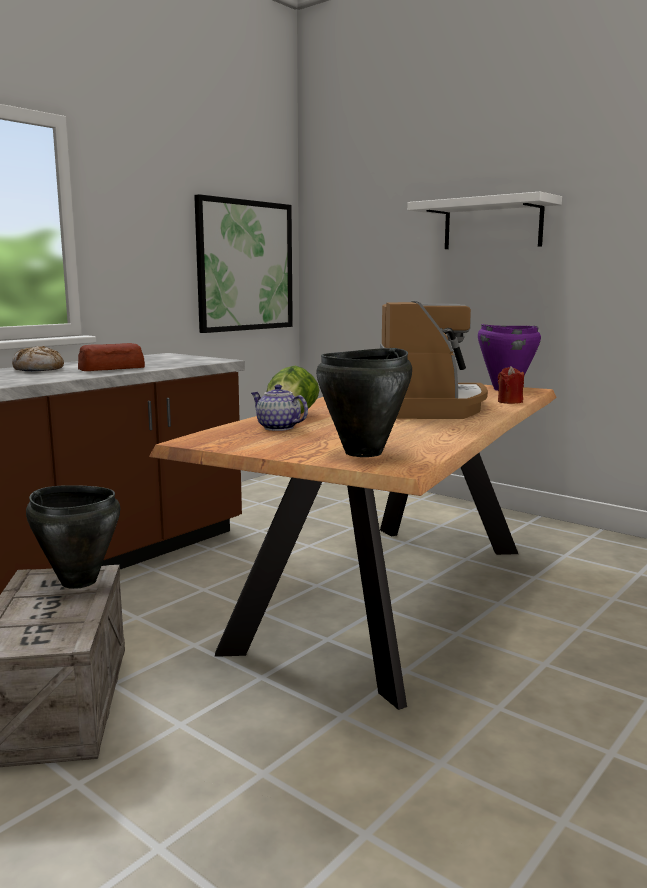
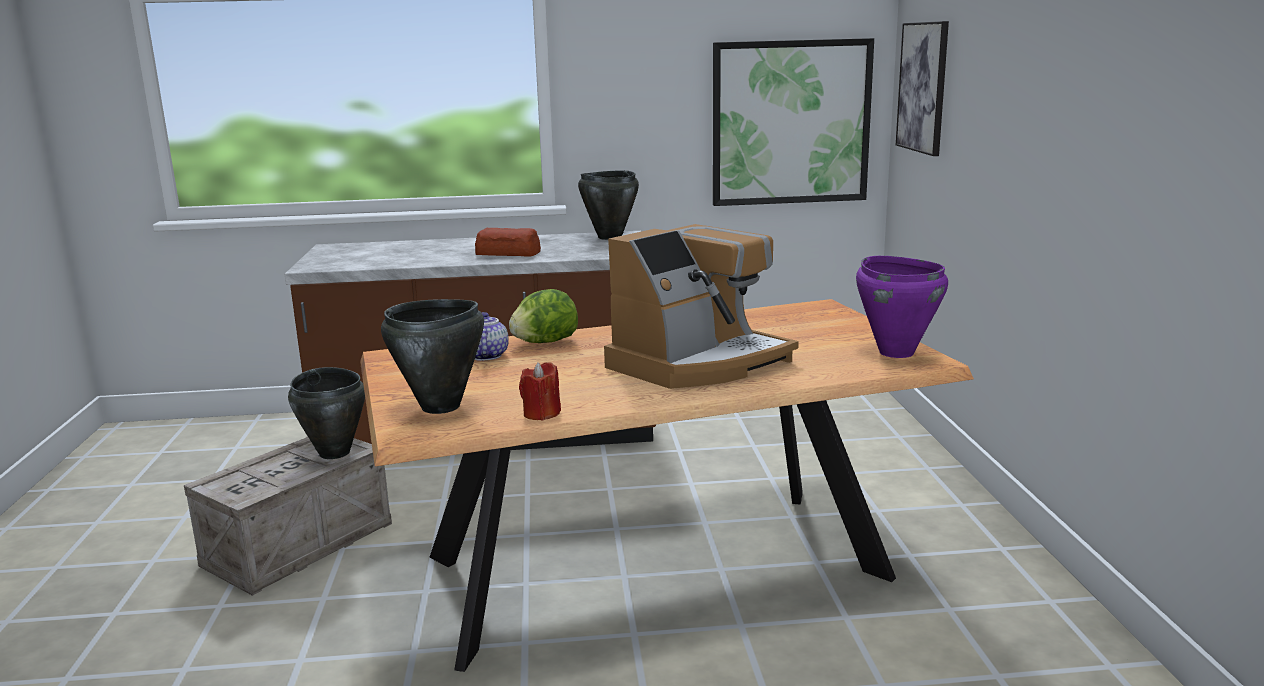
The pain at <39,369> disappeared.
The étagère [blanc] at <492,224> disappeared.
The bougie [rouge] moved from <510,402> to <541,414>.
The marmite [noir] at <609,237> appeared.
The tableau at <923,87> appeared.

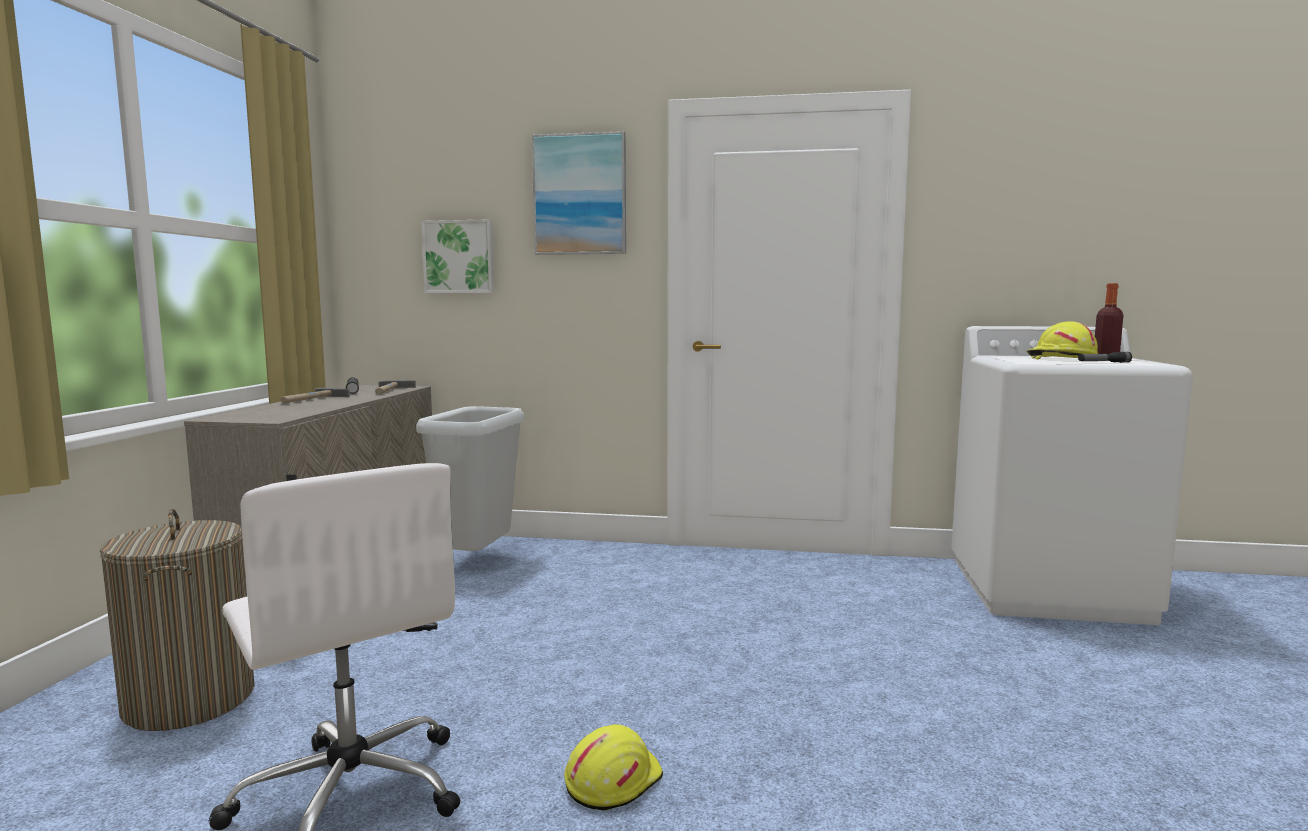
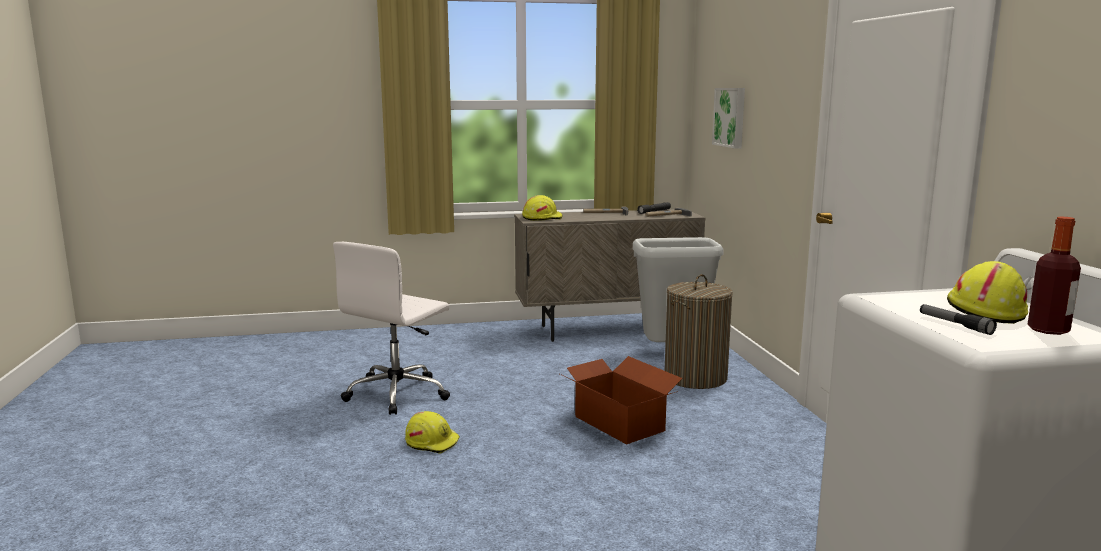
The panier à linge moved from <190,700> to <695,377>.
The tableau at <580,195> disappeared.
The casque de chantier [jaune] at <542,218> appeared.
The carton at <619,423> appeared.

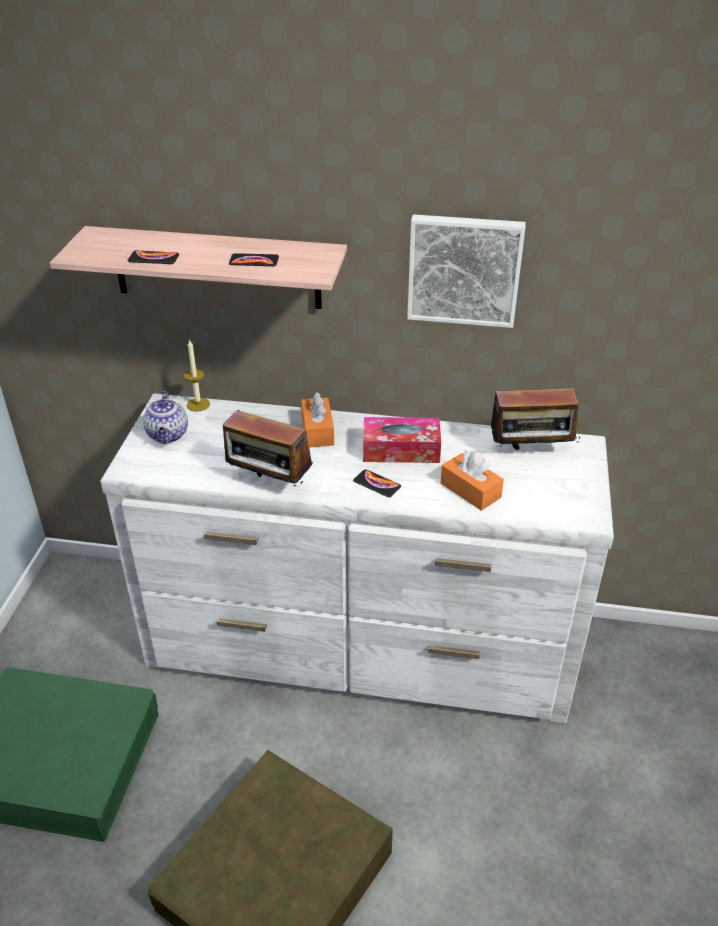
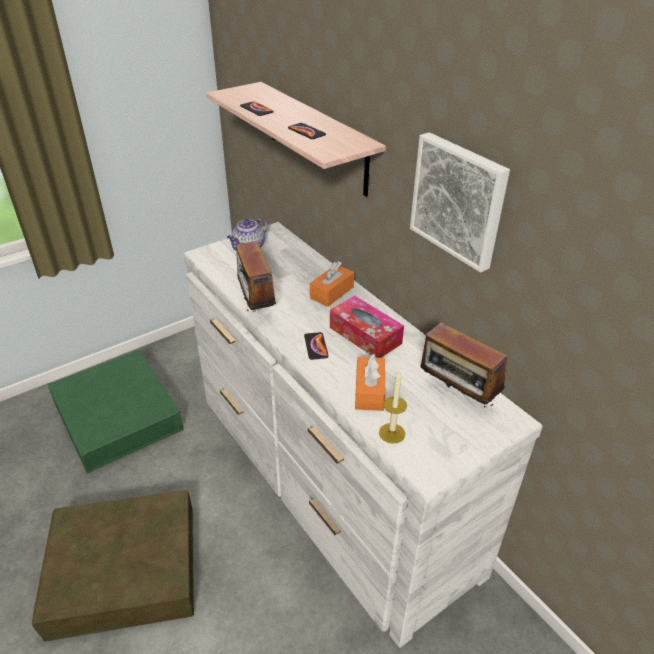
The bougie moved from <198,404> to <392,433>.

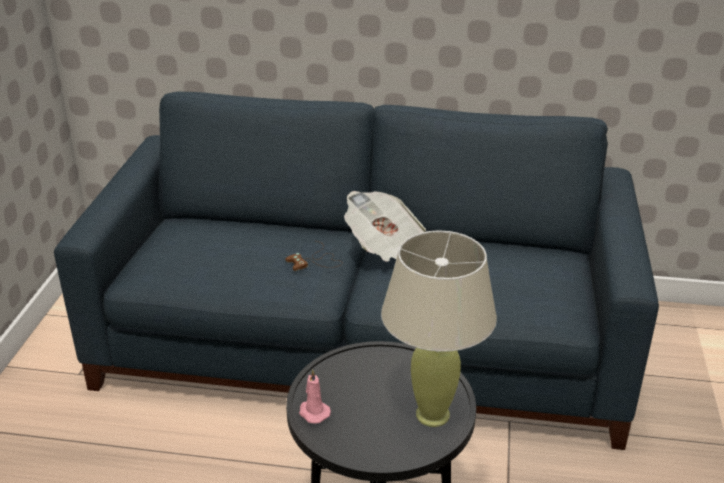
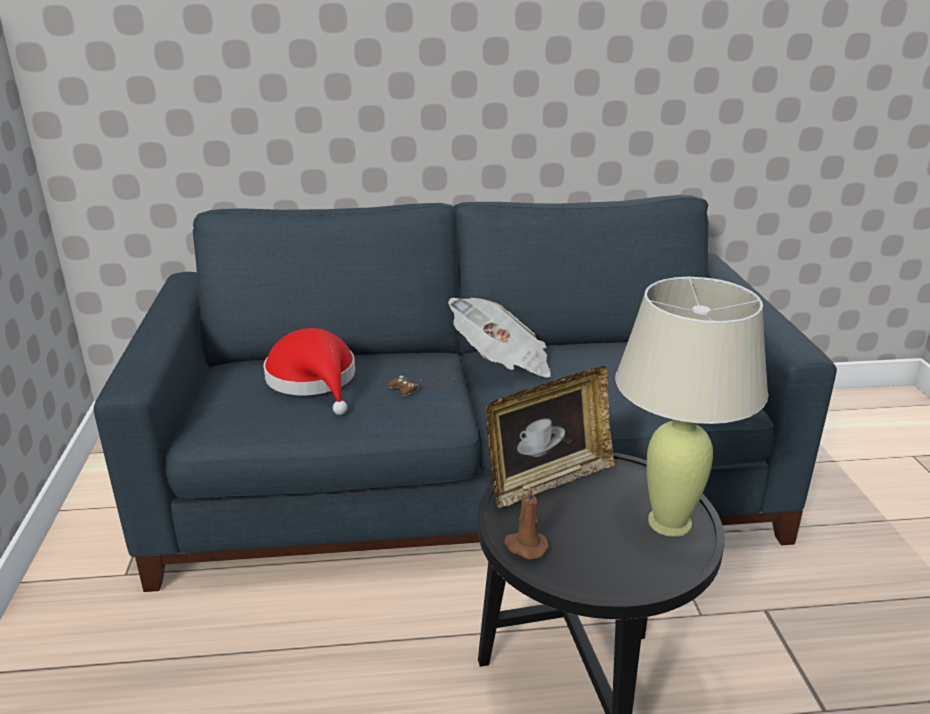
The bougie [rose] at <313,412> became the bougie [marron] at <525,546>.
The chapeau [rouge] at <314,380> appeared.
The cadre photo at <547,480> appeared.

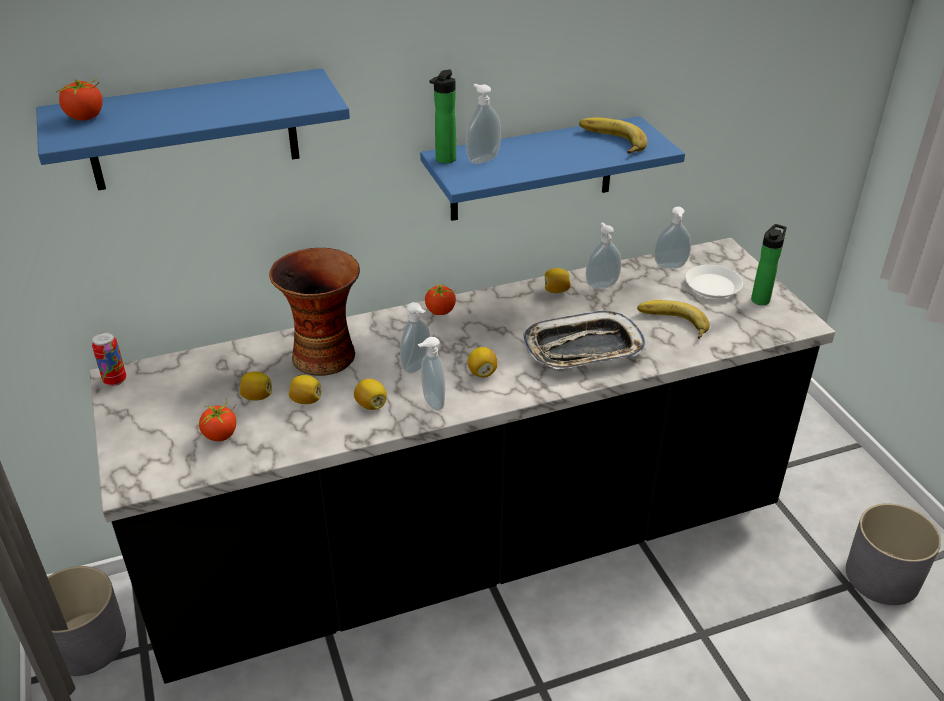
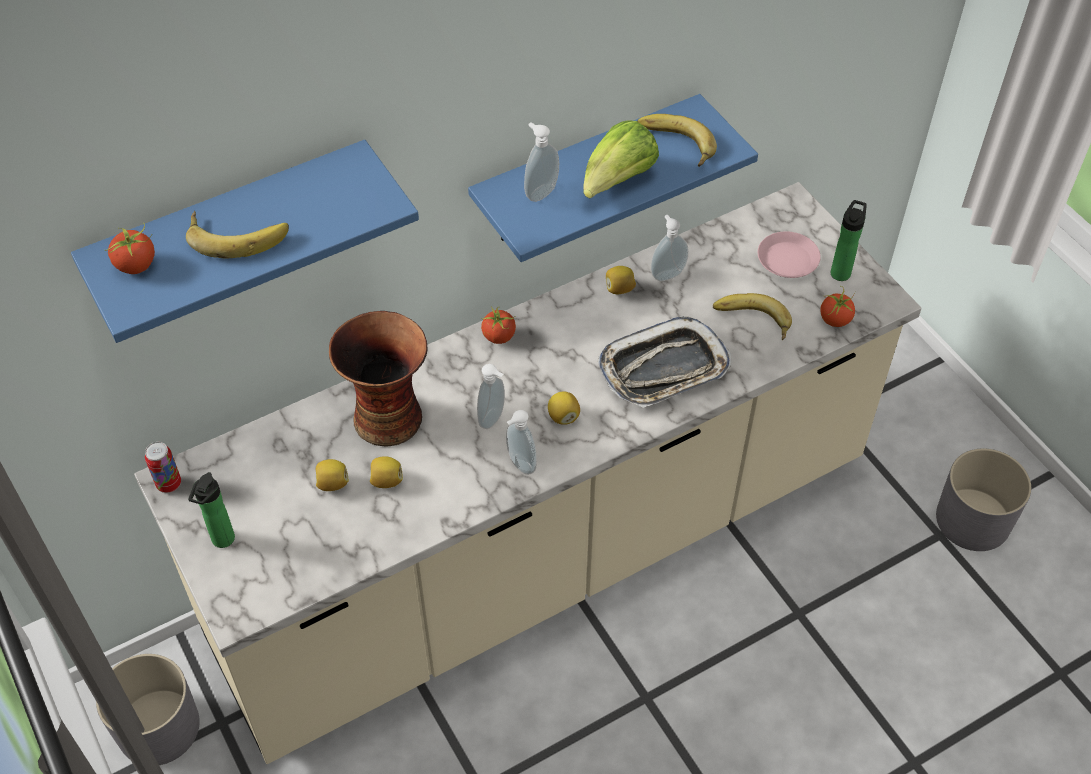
The comptoir de cuisine [noir] at <472,551> became the comptoir de cuisine [beige] at <545,555>.
The tomate moved from <220,435> to <835,319>.
The citron at <371,405> disappeared.
The bouteille moved from <444,160> to <221,541>.
The distributeur de savon at <670,267> disappeared.
The assiette [blanc] at <713,286> became the assiette [rose] at <787,259>.
The banane at <238,234> appeared.
The laitue at <617,181> appeared.

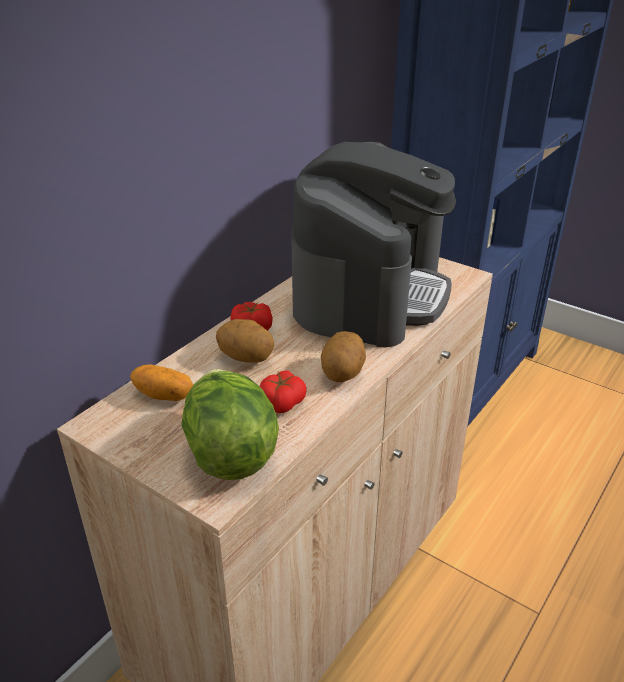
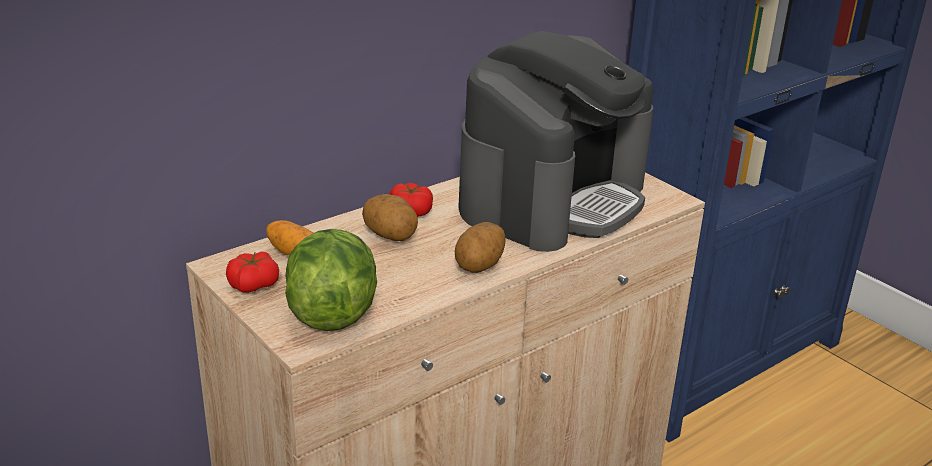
The tomate moved from <281,402> to <253,284>.

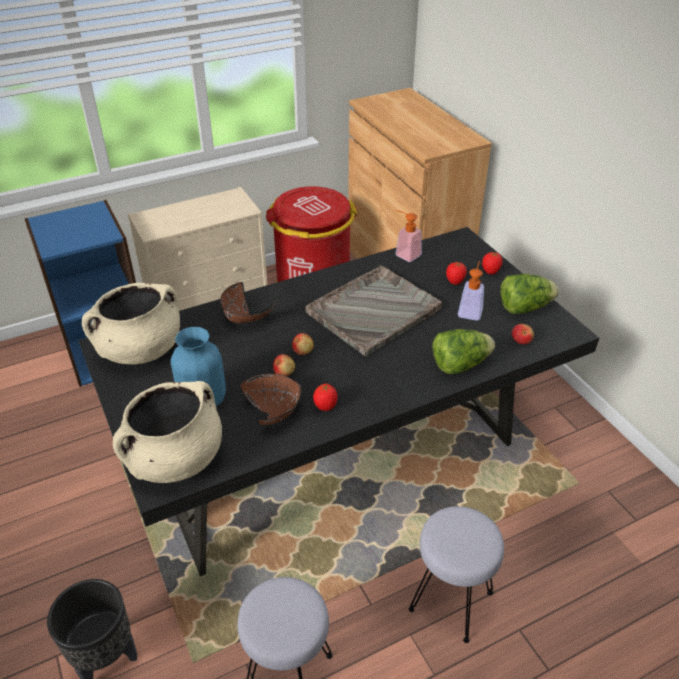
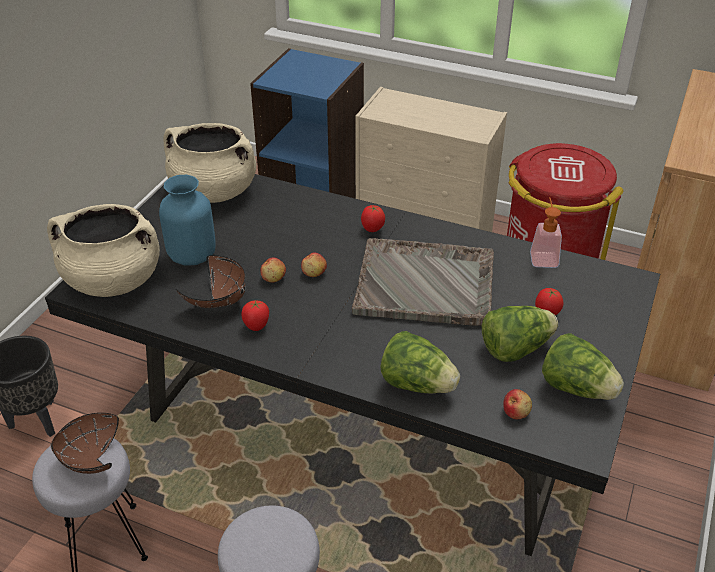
The bol [marron] moved from <246,319> to <89,460>.
The distributeur de savon at <470,310> was replaced by the laitue at <515,348>.
The tomate moved from <490,272> to <372,229>.

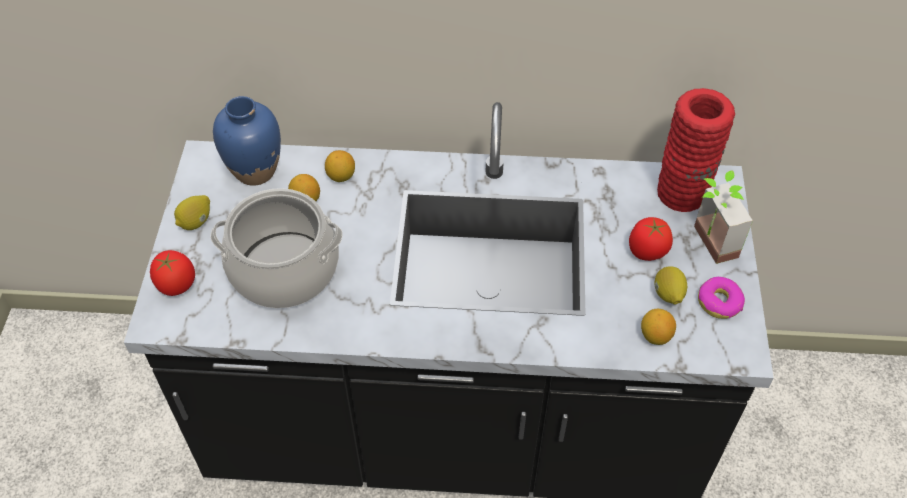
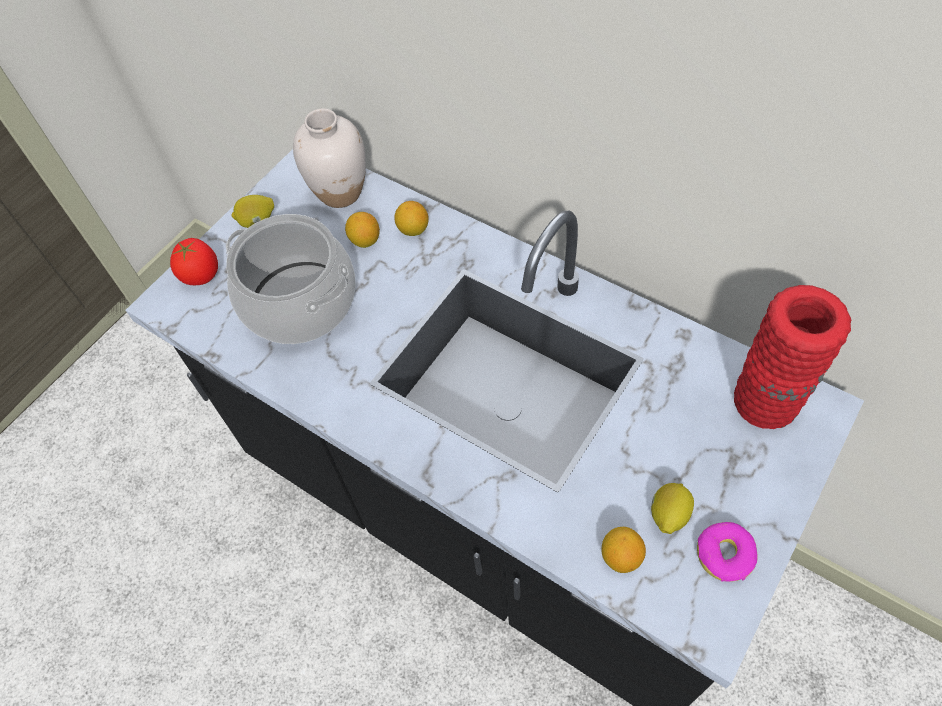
The vase [bleu] at <255,171> became the vase [blanc] at <340,192>.
The tomate at <647,251> disappeared.
The plante en pot at <706,244> disappeared.

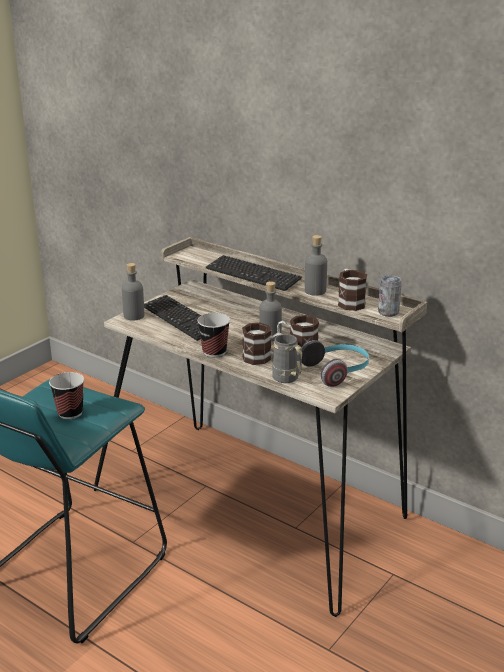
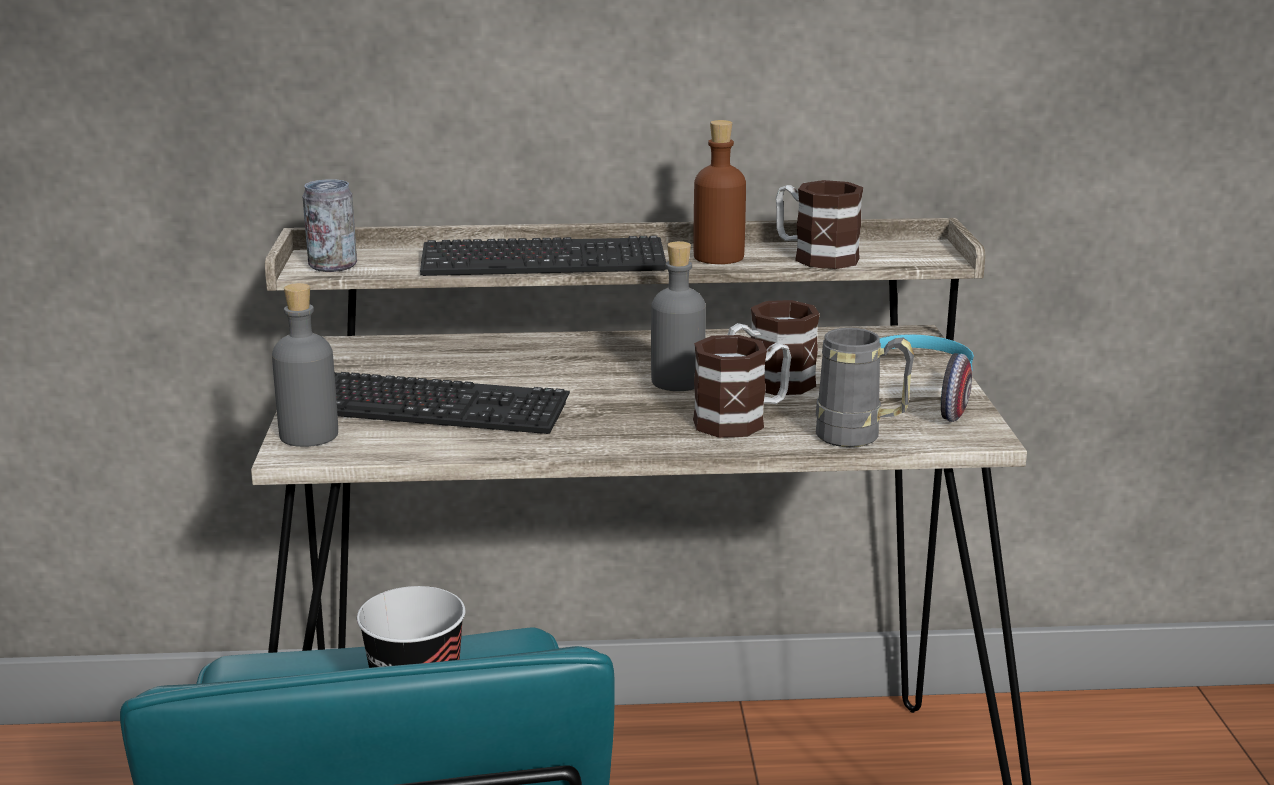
The tasse at <214,352> disappeared.
The bouteille [gris] at <315,291> became the bouteille [marron] at <718,257>.
The boîte métallique moved from <388,312> to <333,265>.

